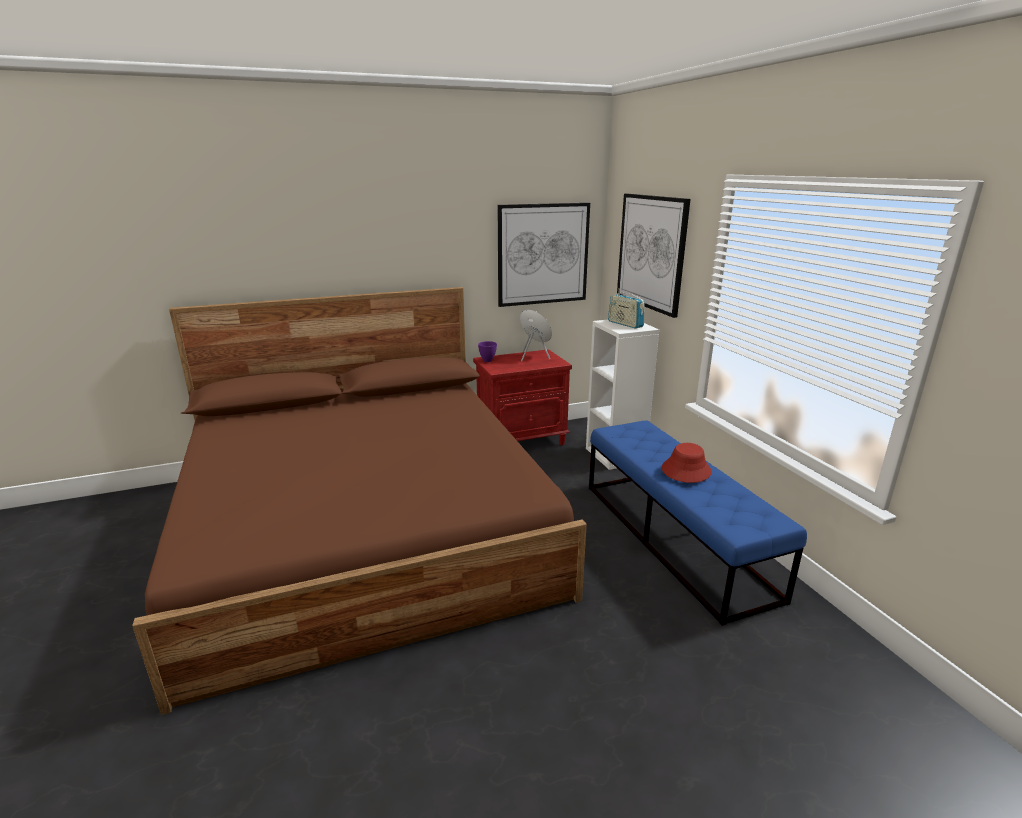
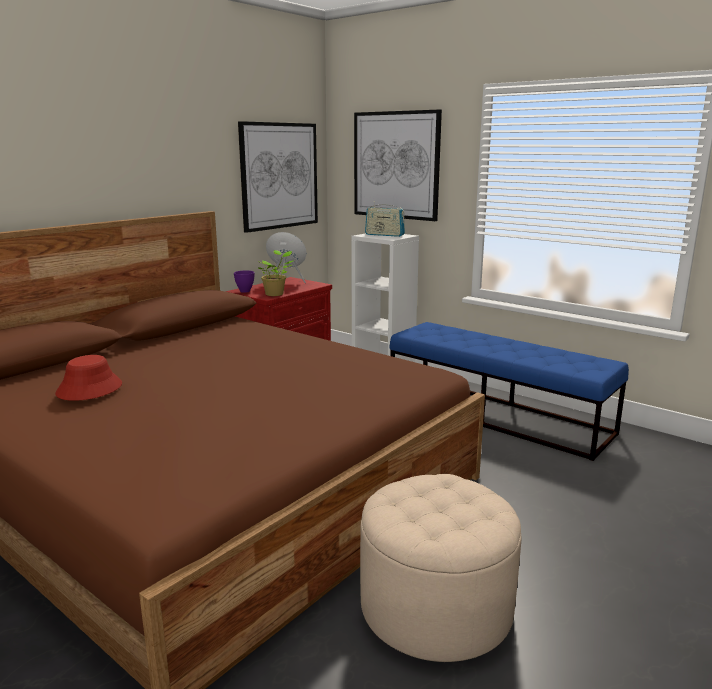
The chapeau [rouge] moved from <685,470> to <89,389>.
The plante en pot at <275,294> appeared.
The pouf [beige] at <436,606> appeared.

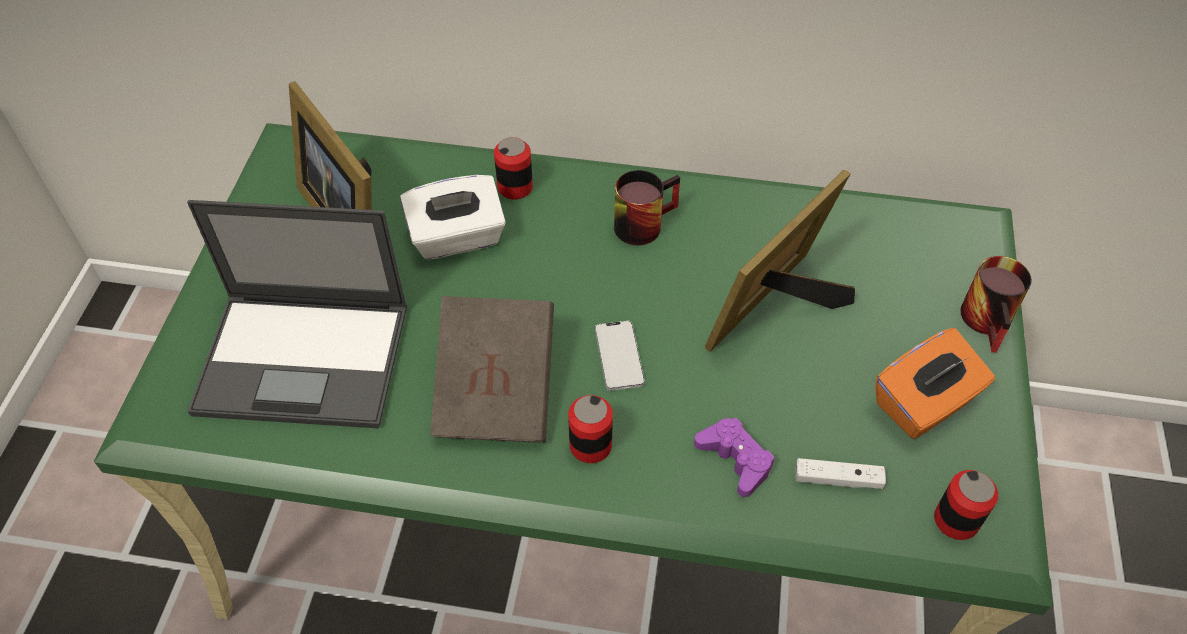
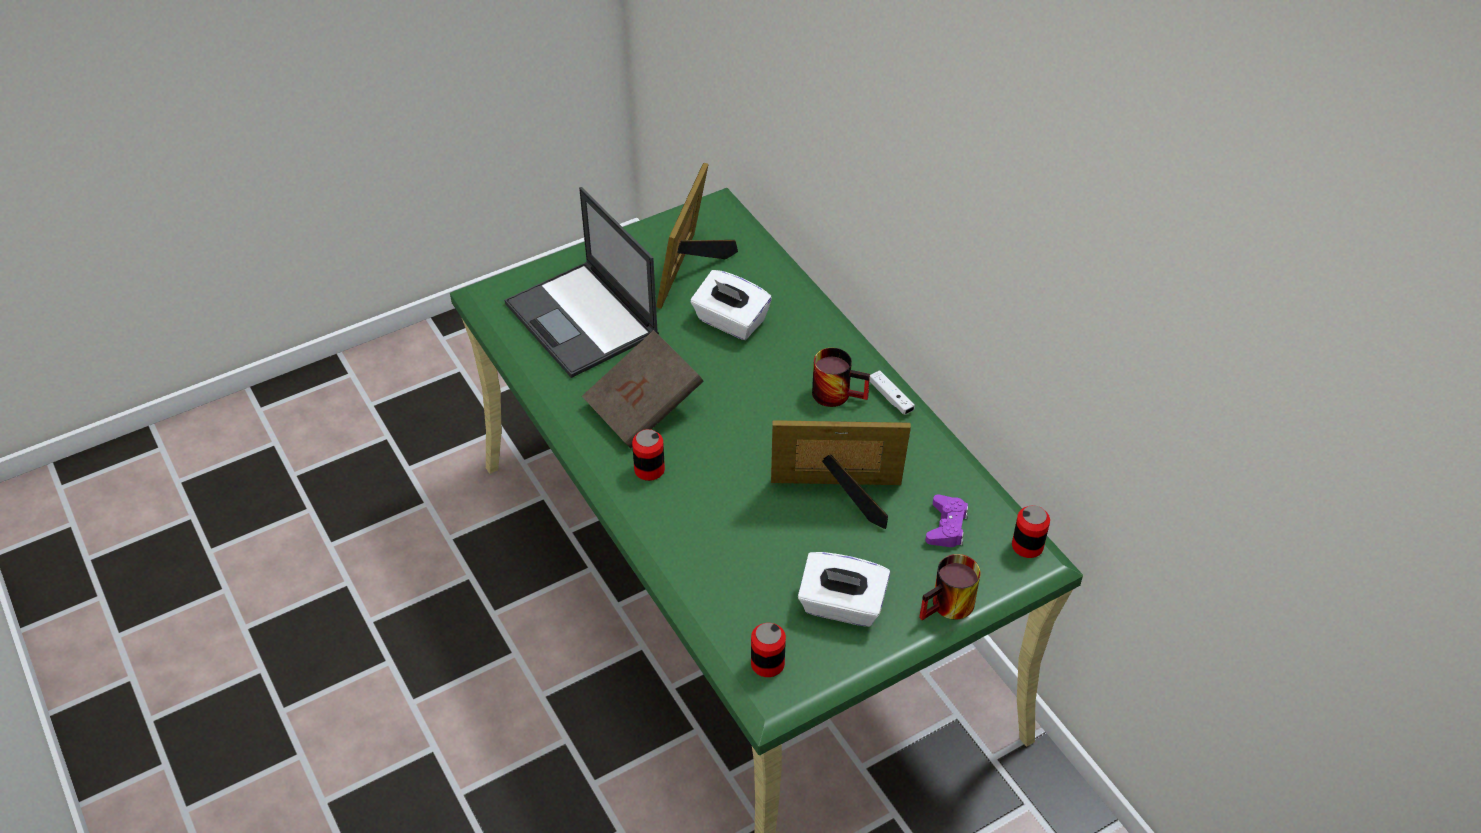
The boîte métallique moved from <515,187> to <1027,546>.
The téléphone at <619,356> disappeared.
The manette [violet] moved from <735,460> to <946,526>.
The manette [blanc] moved from <837,479> to <891,398>.
The boîte à mouchoirs [orange] at <924,404> became the boîte à mouchoirs [blanc] at <841,606>.

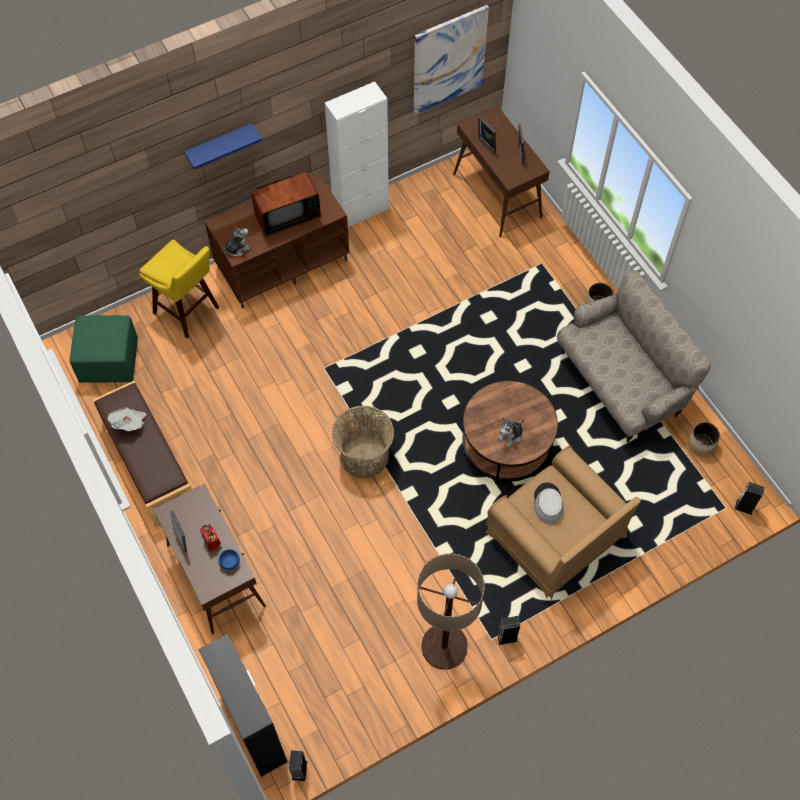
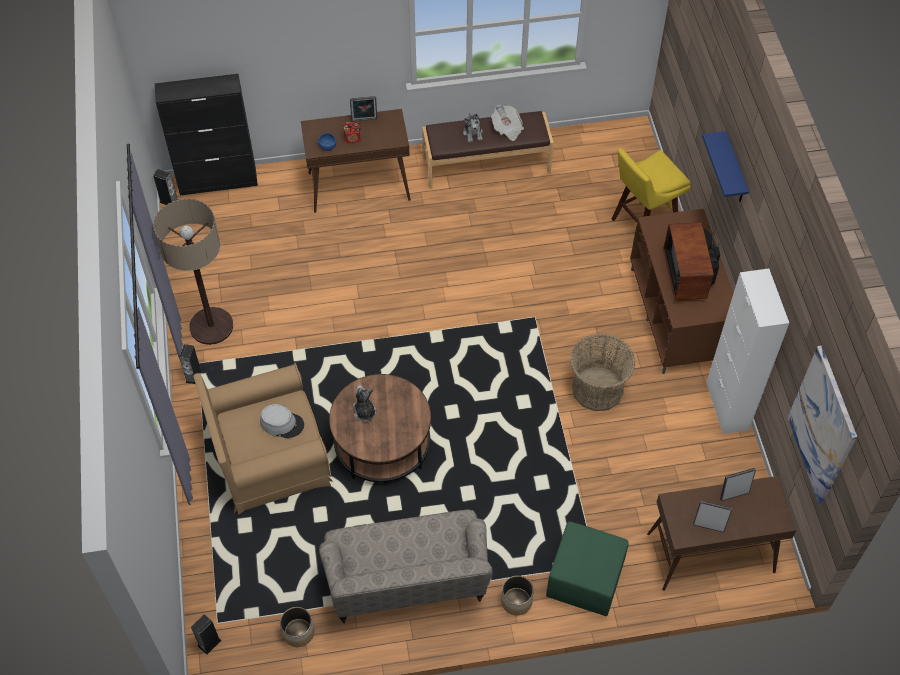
The pouf [vert] moved from <108,361> to <584,579>.
The peluche moved from <237,248> to <473,133>.
The panier moved from <364,456> to <597,389>.

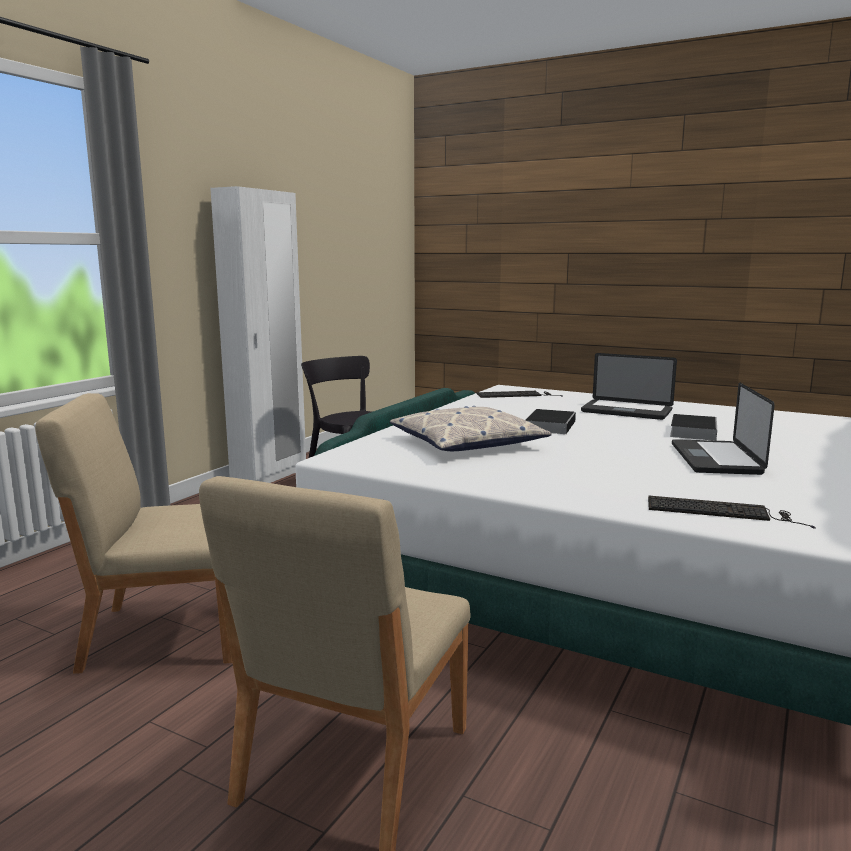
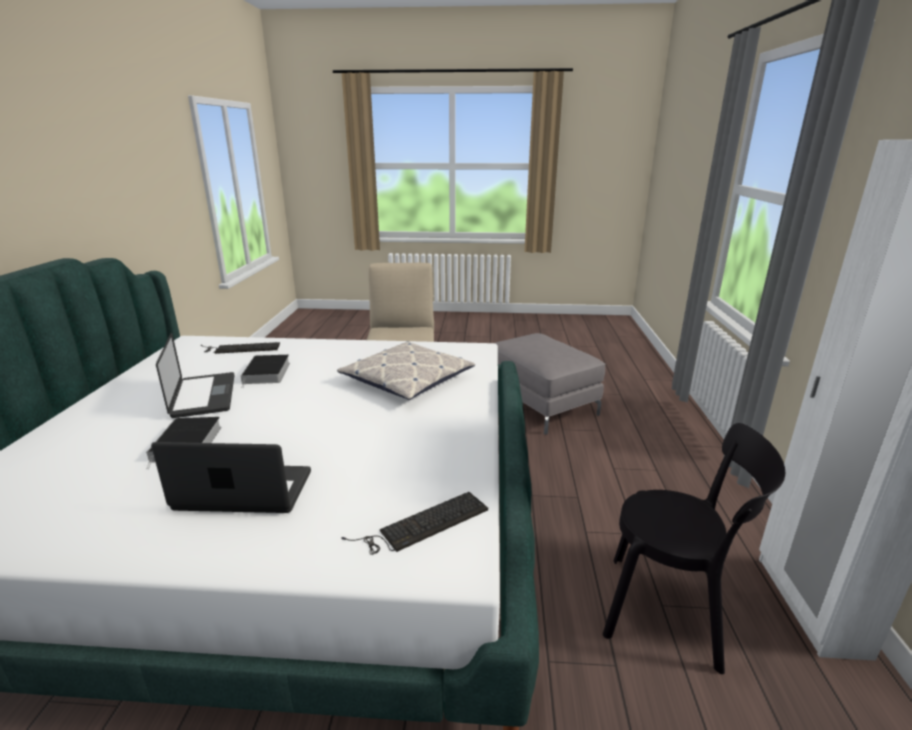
The chaise [beige] at <166,633> was replaced by the pouf [gris] at <539,404>.
The livre moved from <550,425> to <267,373>.

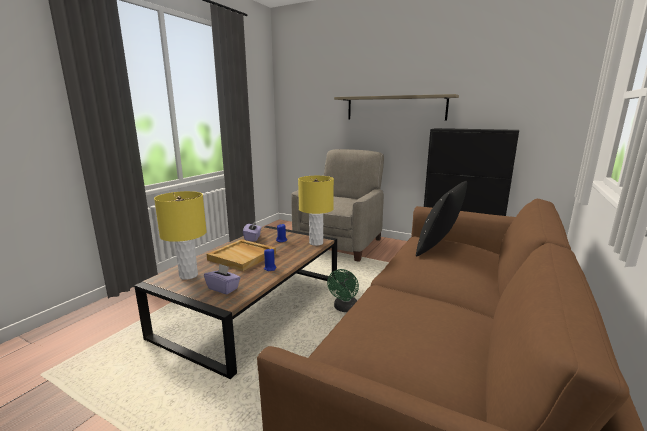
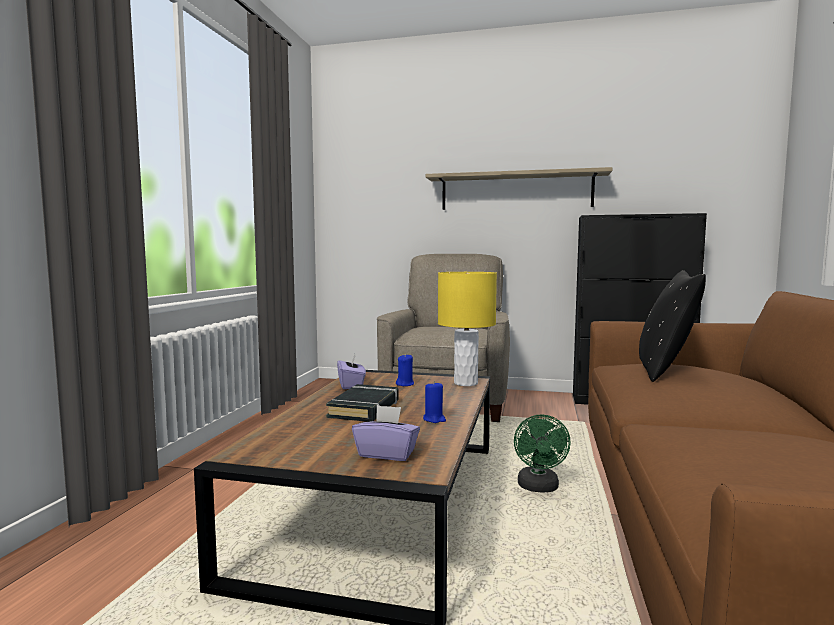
The lampe de table [jaune] at <188,275> disappeared.
The plateau [beige] at <243,256> was replaced by the livre [noir] at <365,408>.

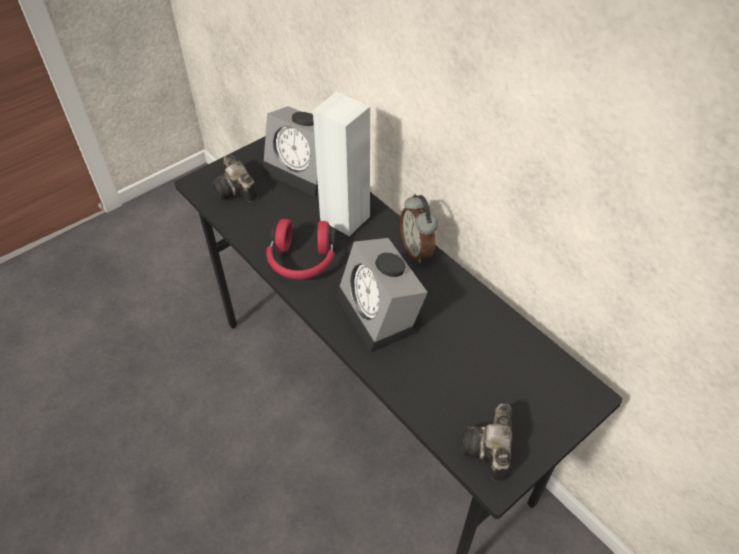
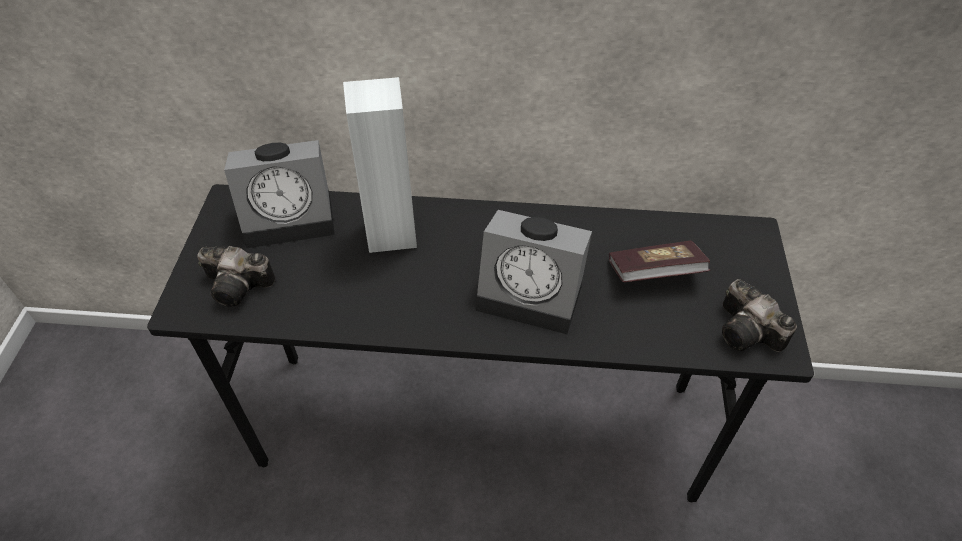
The casque audio [rouge] at <302,261> disappeared.
The réveil at <417,250> disappeared.
The livre at <654,274> appeared.

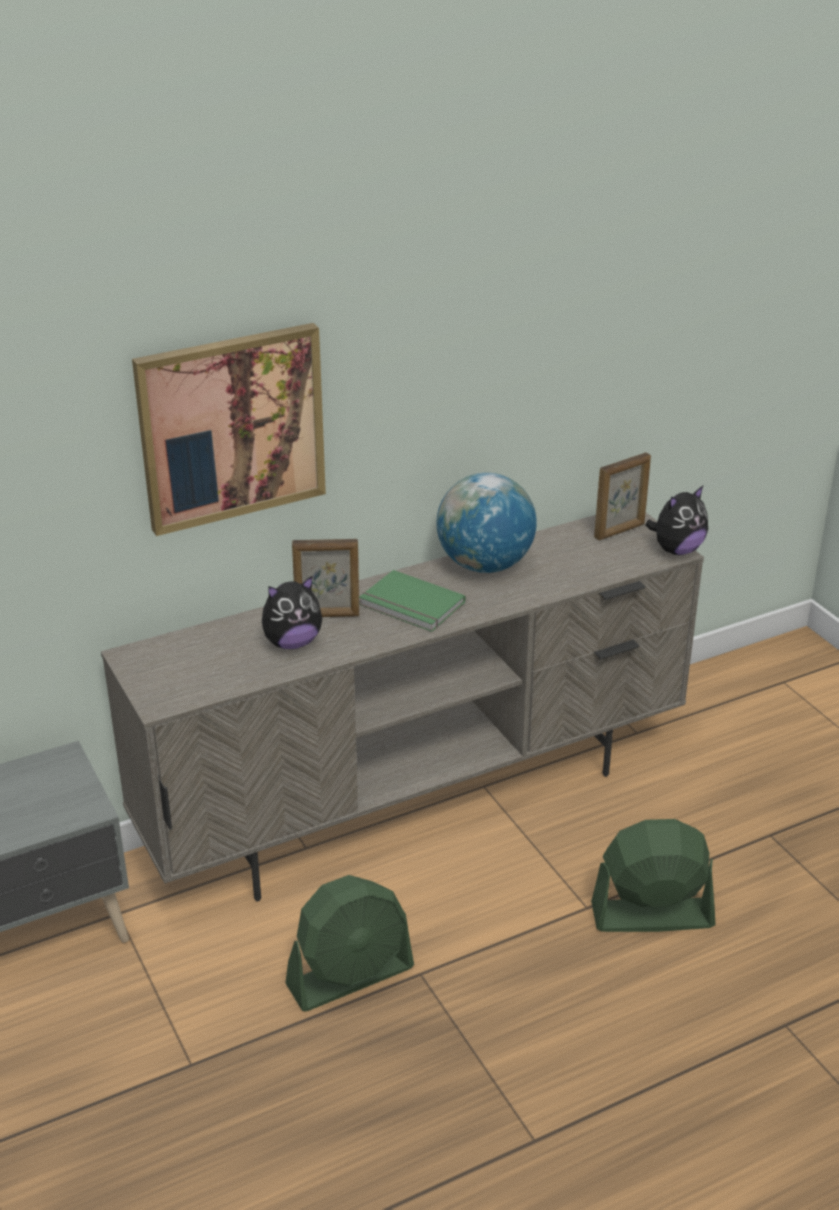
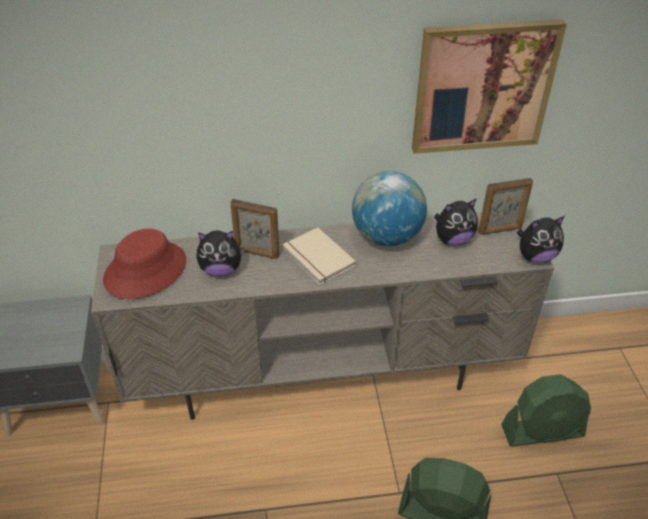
The tableau moved from <231,427> to <483,87>.
The ventilateur [vert] moved from <351,976> to <542,431>.
The livre [vert] at <410,605> became the livre [beige] at <317,258>.
The chapeau [rouge] at <145,270> appeared.
The peluche at <453,240> appeared.

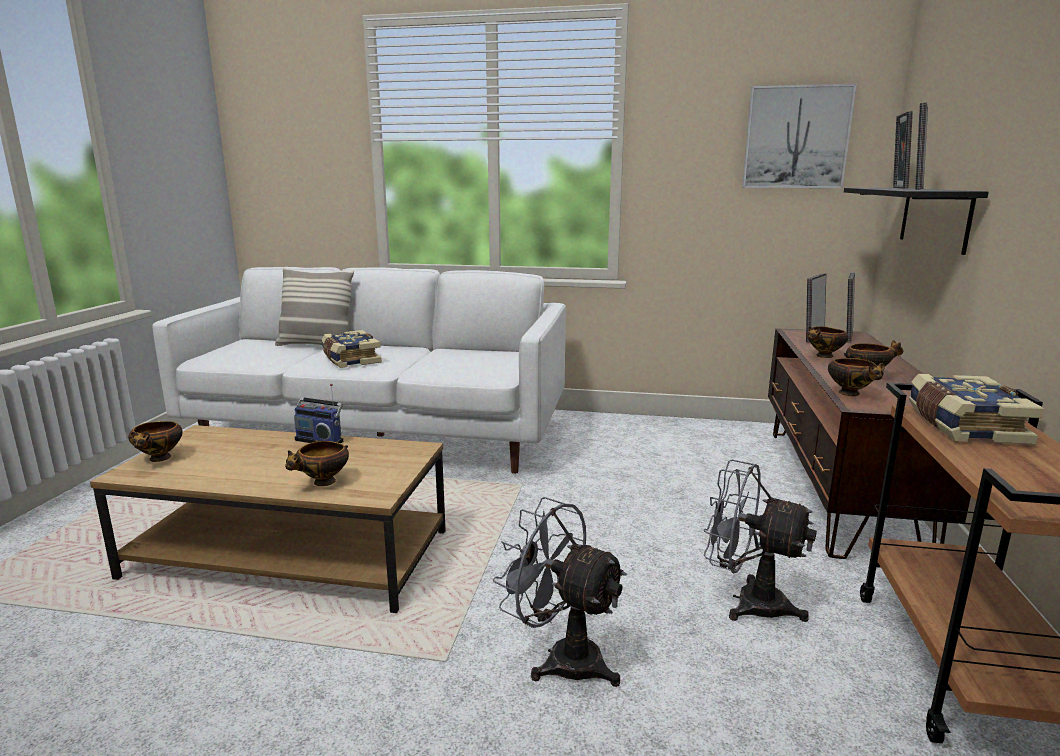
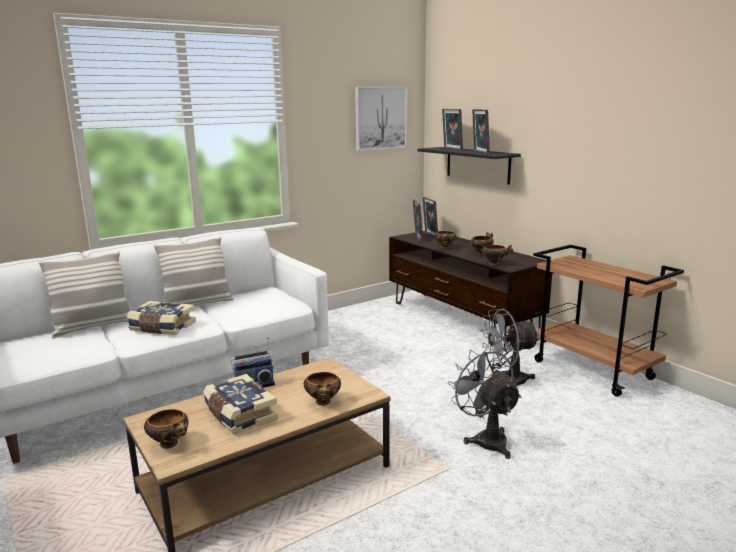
The ventilateur [gris] at <562,658> turned 75 degrees clockwise.
The livre moved from <963,426> to <239,415>.
The coussin at <198,305> appeared.

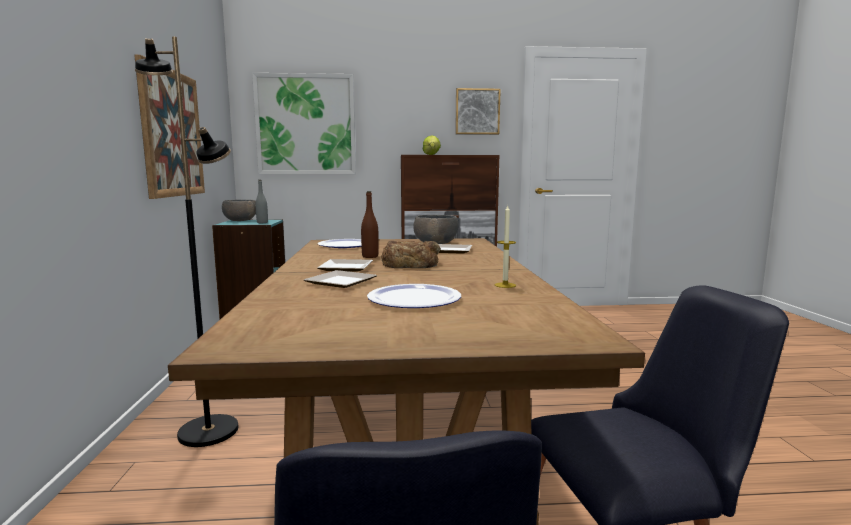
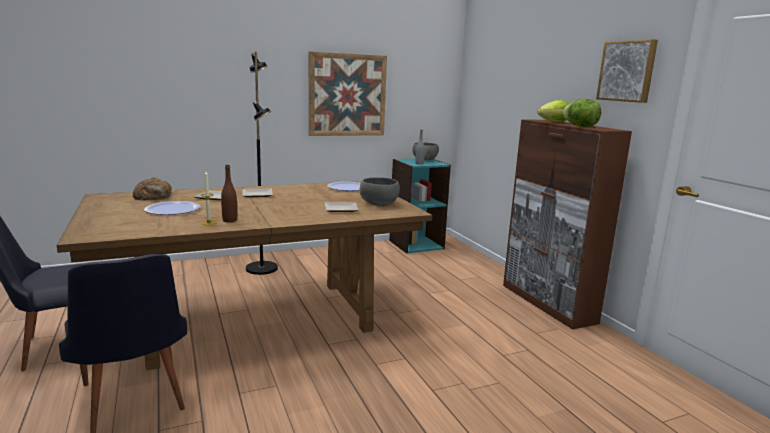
The tableau at <306,125> disappeared.
The bouteille [marron] moved from <370,256> to <230,220>.
The pain moved from <410,263> to <153,196>.
The laitue at <580,126> appeared.

